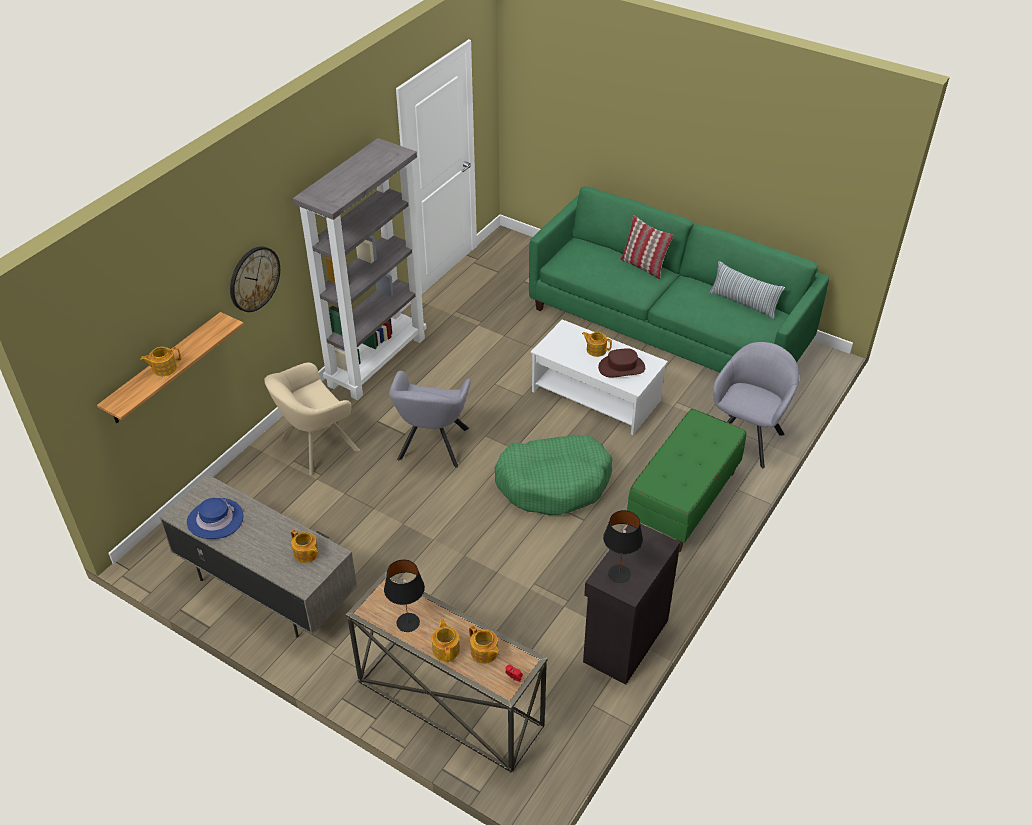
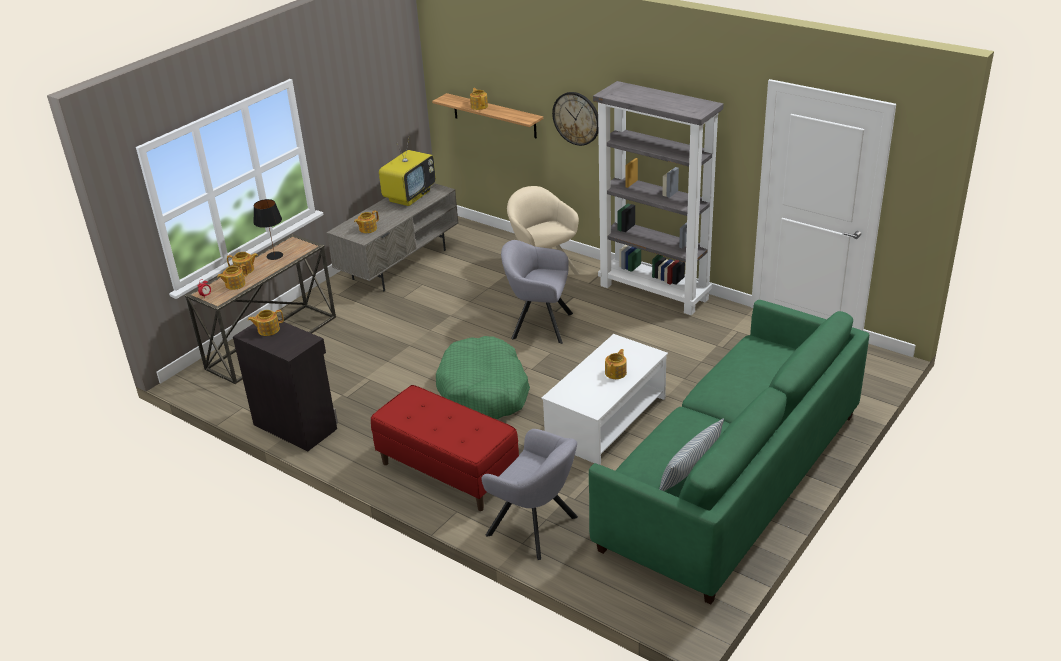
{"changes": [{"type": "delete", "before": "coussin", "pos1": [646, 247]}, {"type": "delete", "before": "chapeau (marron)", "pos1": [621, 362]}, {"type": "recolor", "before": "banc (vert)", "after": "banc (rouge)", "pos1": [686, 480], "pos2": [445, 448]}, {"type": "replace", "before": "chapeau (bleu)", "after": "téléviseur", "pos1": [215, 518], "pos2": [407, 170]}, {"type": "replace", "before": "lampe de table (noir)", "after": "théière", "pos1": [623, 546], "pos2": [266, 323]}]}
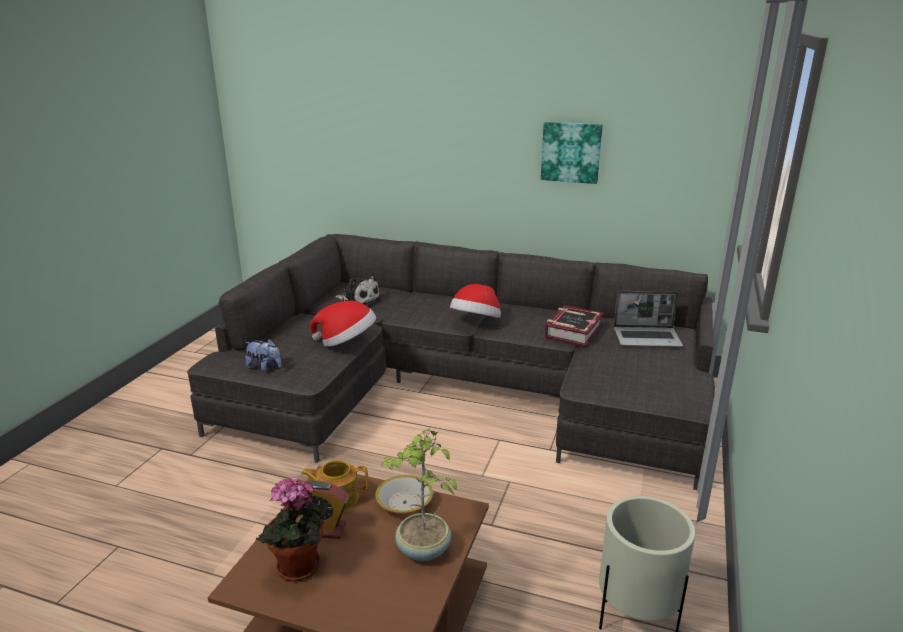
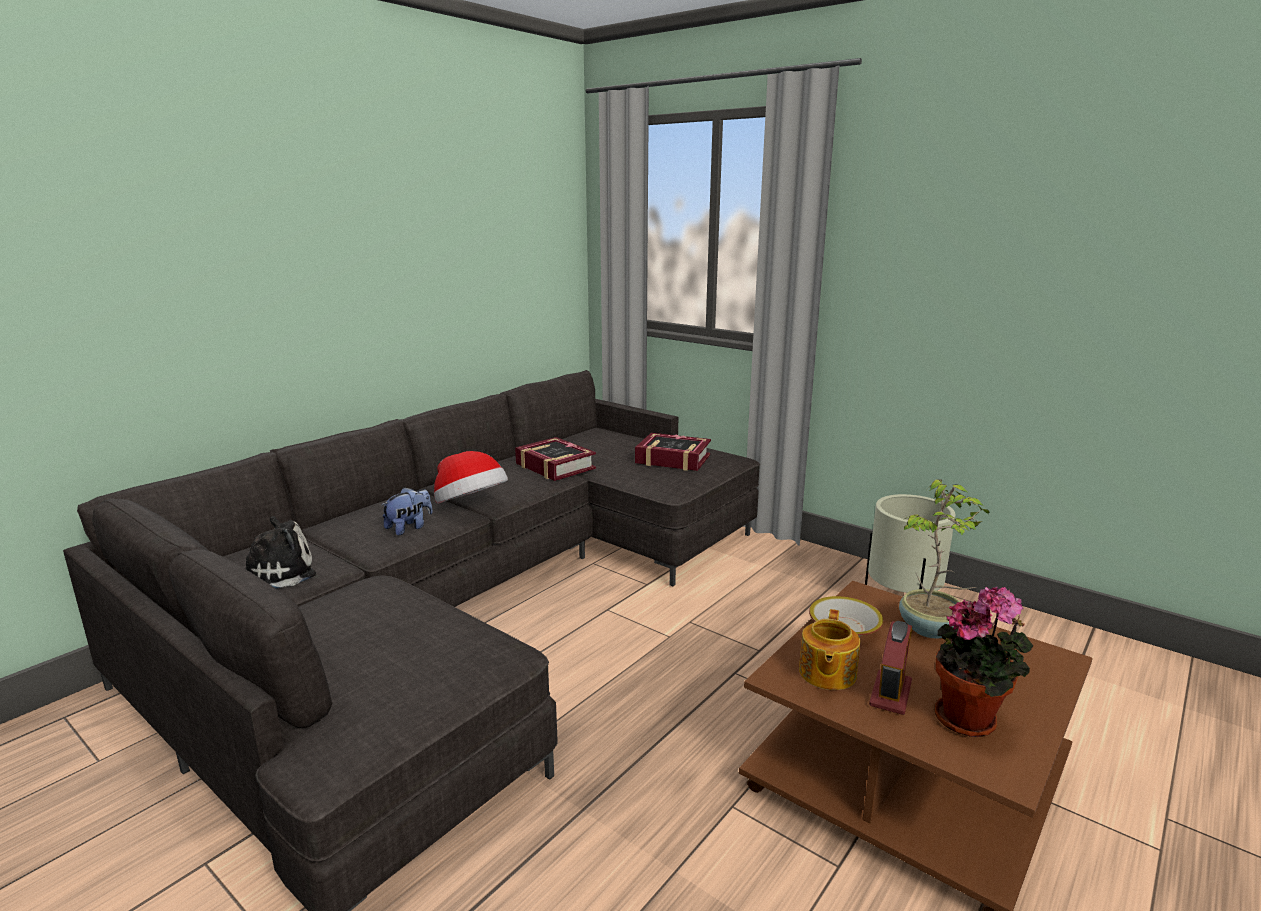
{"changes": [{"type": "delete", "before": "tableau", "pos1": [572, 153]}, {"type": "delete", "before": "ordinateur portable", "pos1": [648, 319]}, {"type": "delete", "before": "chapeau", "pos1": [343, 324]}, {"type": "move", "before": "peluche", "pos1": [263, 355], "pos2": [407, 511]}, {"type": "insert", "after": "livre", "pos2": [673, 452]}]}
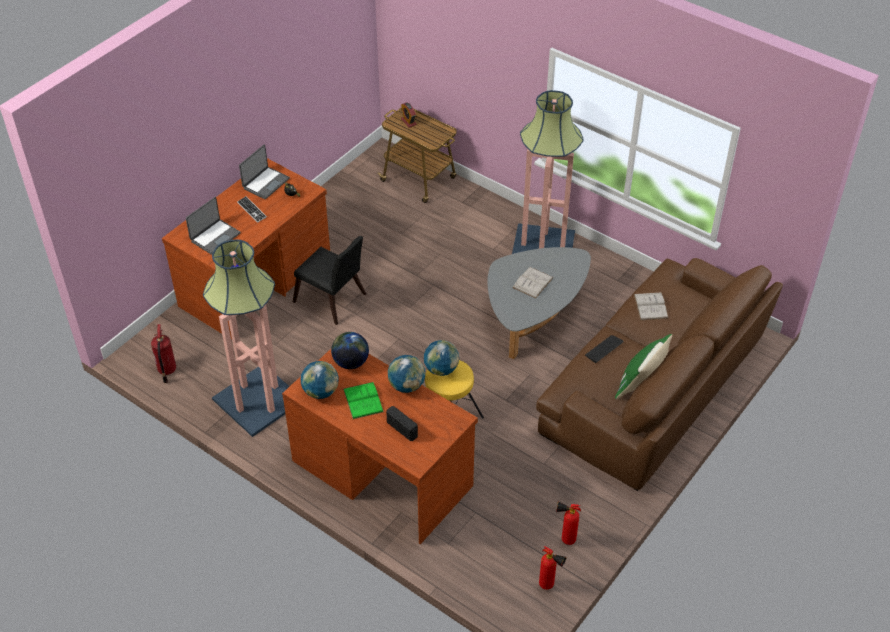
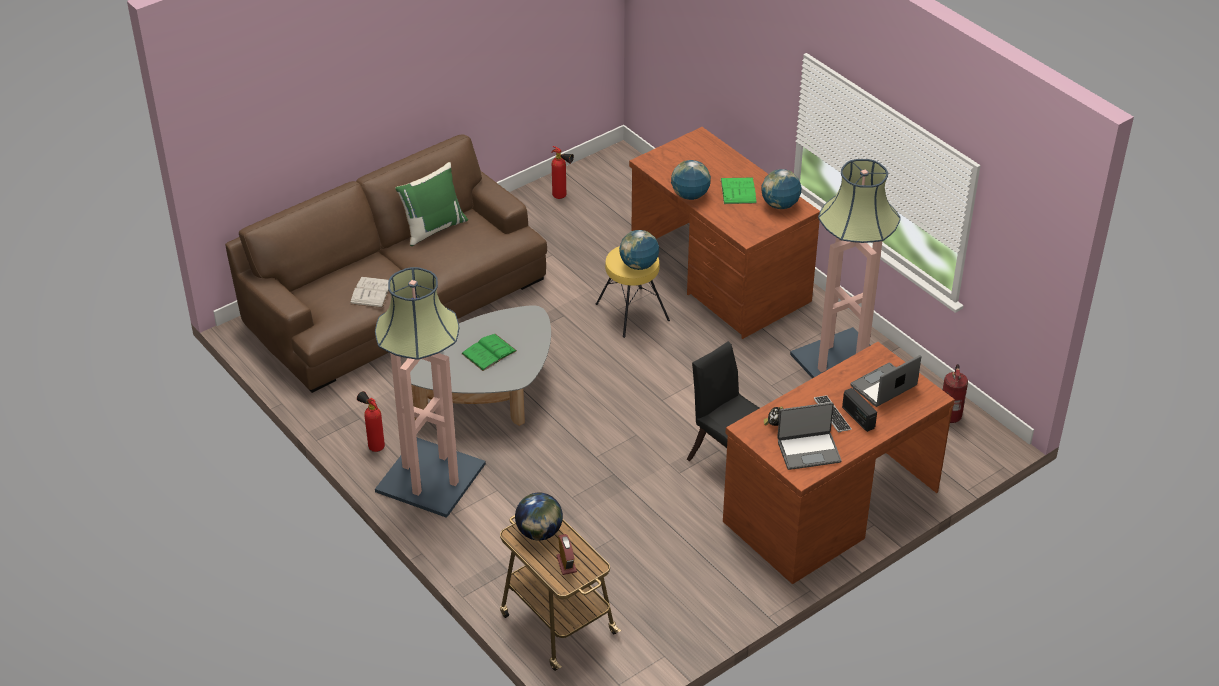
{"changes": [{"type": "rotate", "before": "ordinateur portable", "pos1": [264, 172], "pos2": [809, 436], "turn": -150}, {"type": "recolor", "before": "livre (blanc)", "after": "livre (vert)", "pos1": [533, 282], "pos2": [489, 352]}, {"type": "move", "before": "globe", "pos1": [350, 350], "pos2": [539, 516]}, {"type": "delete", "before": "clavier", "pos1": [604, 349]}, {"type": "move", "before": "radio", "pos1": [402, 423], "pos2": [859, 410]}, {"type": "move", "before": "extincteur", "pos1": [552, 568], "pos2": [371, 421]}]}
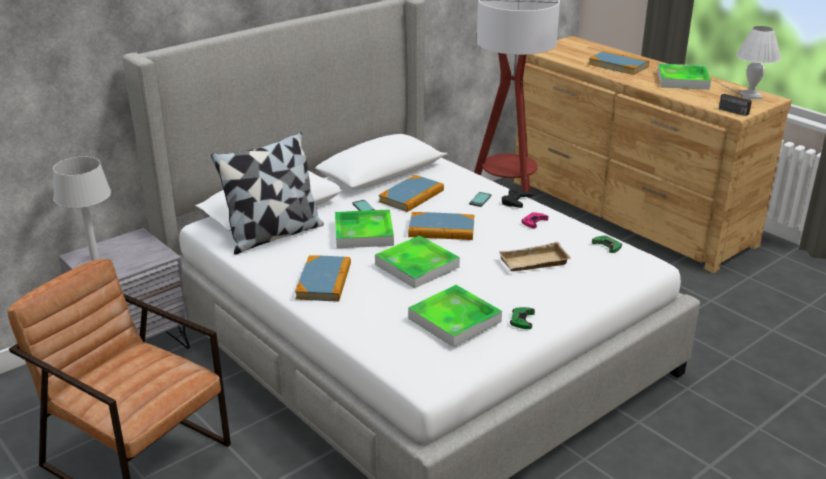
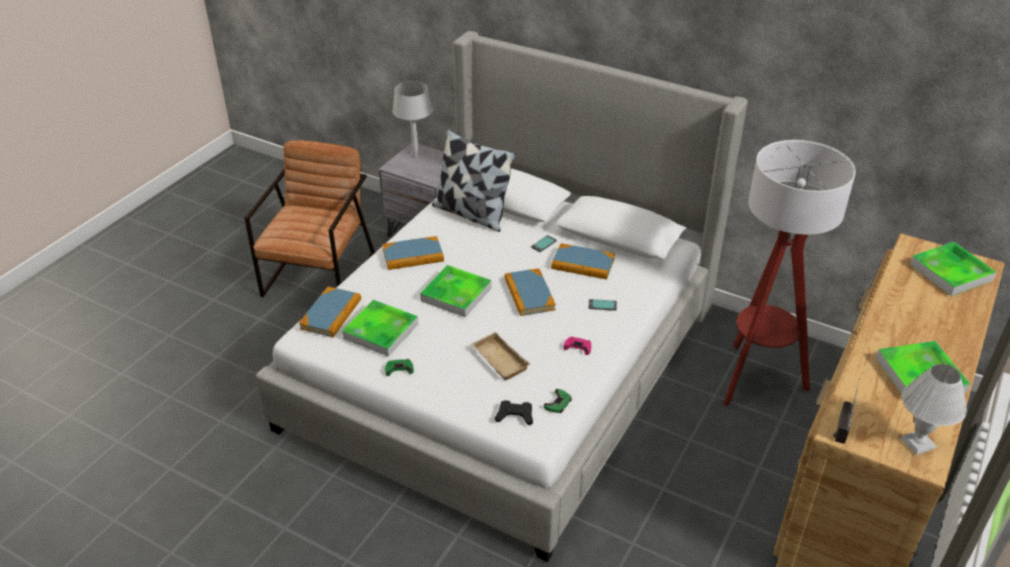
{"changes": [{"type": "move", "before": "livre", "pos1": [619, 63], "pos2": [330, 312]}, {"type": "move", "before": "manette (noir)", "pos1": [518, 198], "pos2": [514, 413]}, {"type": "move", "before": "plateau", "pos1": [364, 228], "pos2": [953, 269]}]}
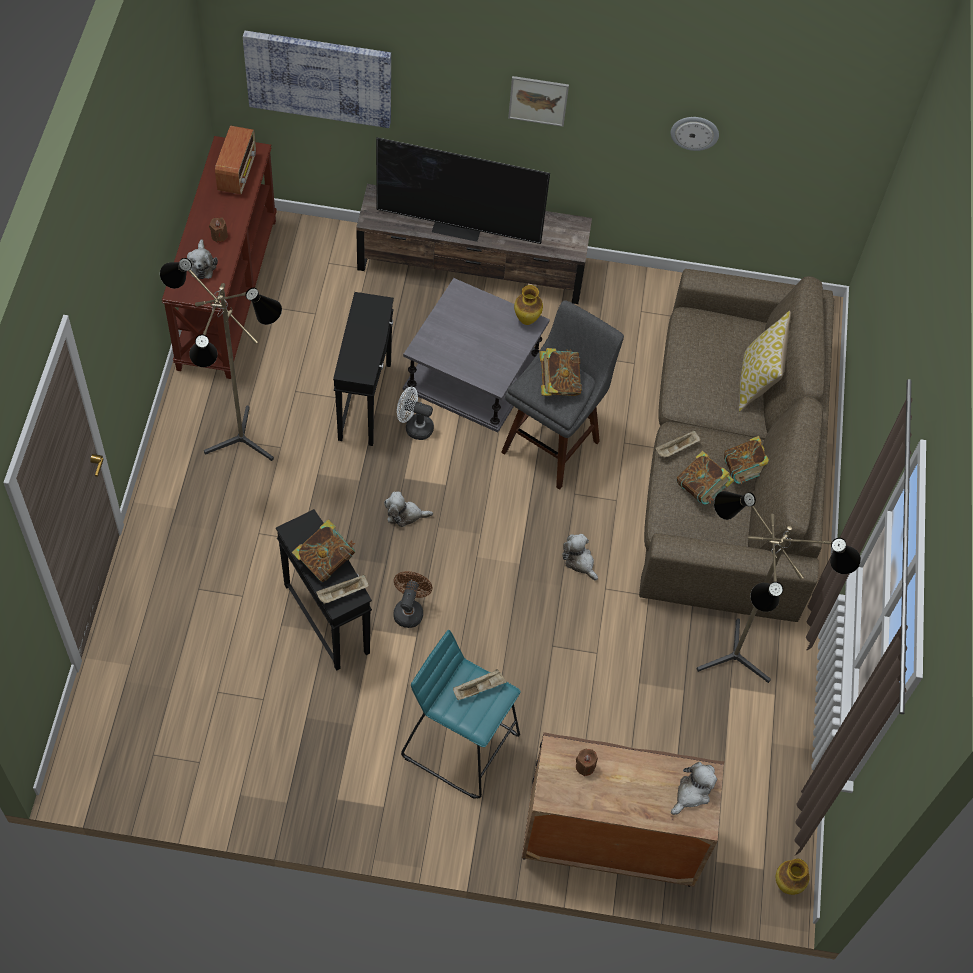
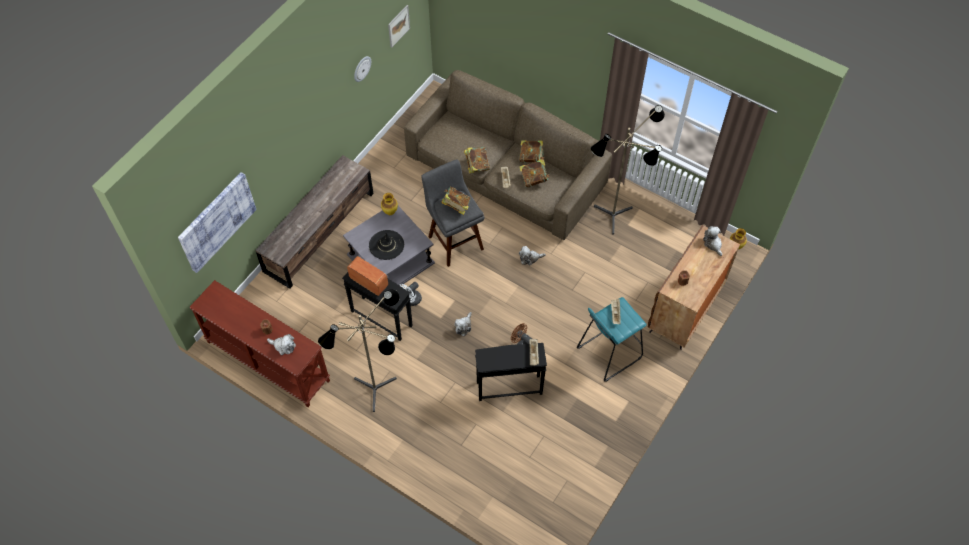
{"changes": [{"type": "move", "before": "tableau", "pos1": [538, 101], "pos2": [399, 26]}, {"type": "move", "before": "radio", "pos1": [235, 160], "pos2": [367, 276]}, {"type": "delete", "before": "téléviseur", "pos1": [463, 190]}, {"type": "delete", "before": "coussin", "pos1": [765, 361]}, {"type": "move", "before": "livre", "pos1": [324, 550], "pos2": [477, 160]}, {"type": "insert", "after": "chapeau (noir)", "pos2": [386, 245]}]}
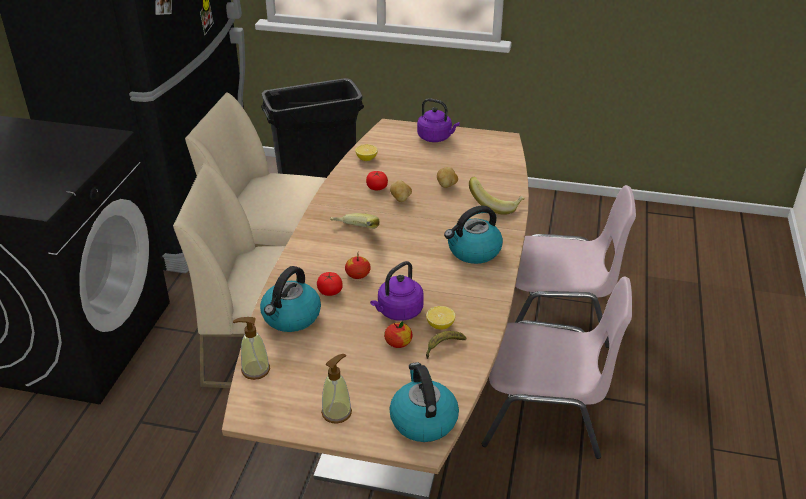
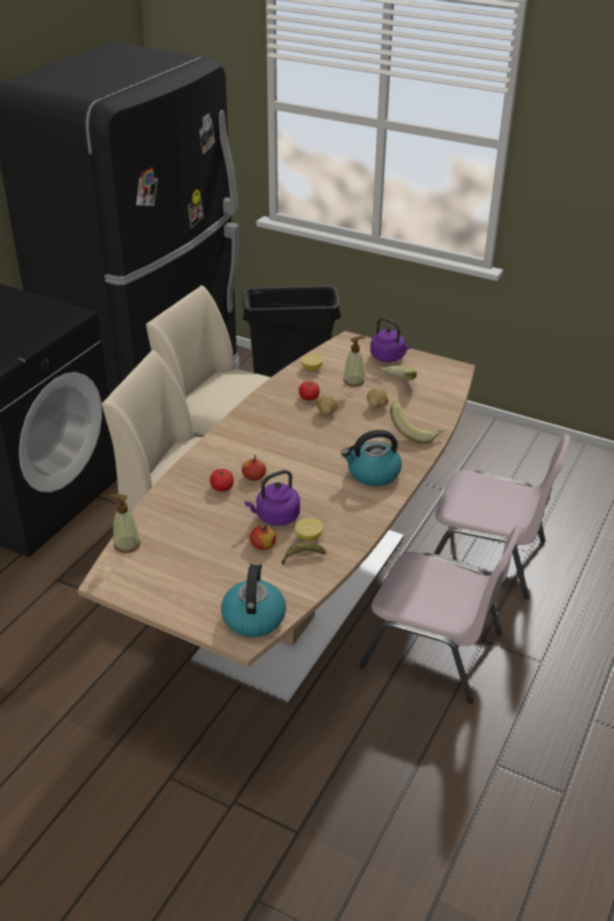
{"changes": [{"type": "move", "before": "banane", "pos1": [355, 221], "pos2": [396, 372]}, {"type": "delete", "before": "bouilloire", "pos1": [290, 299]}, {"type": "move", "before": "distributeur de savon", "pos1": [336, 389], "pos2": [355, 361]}]}
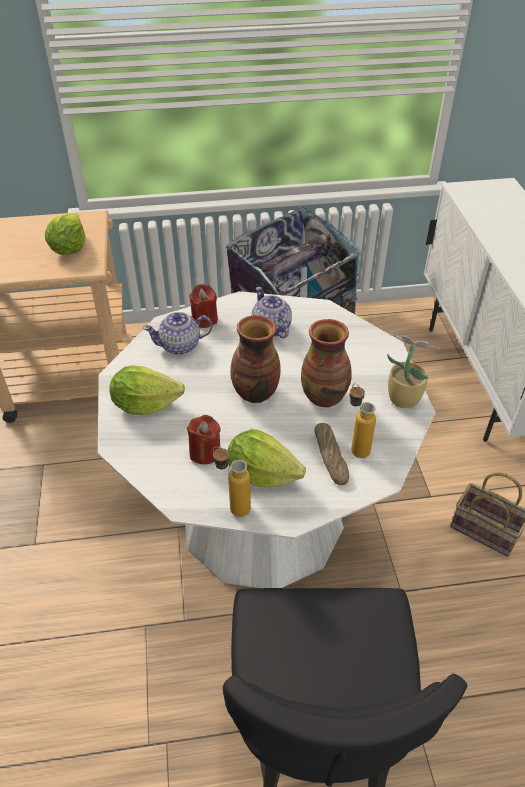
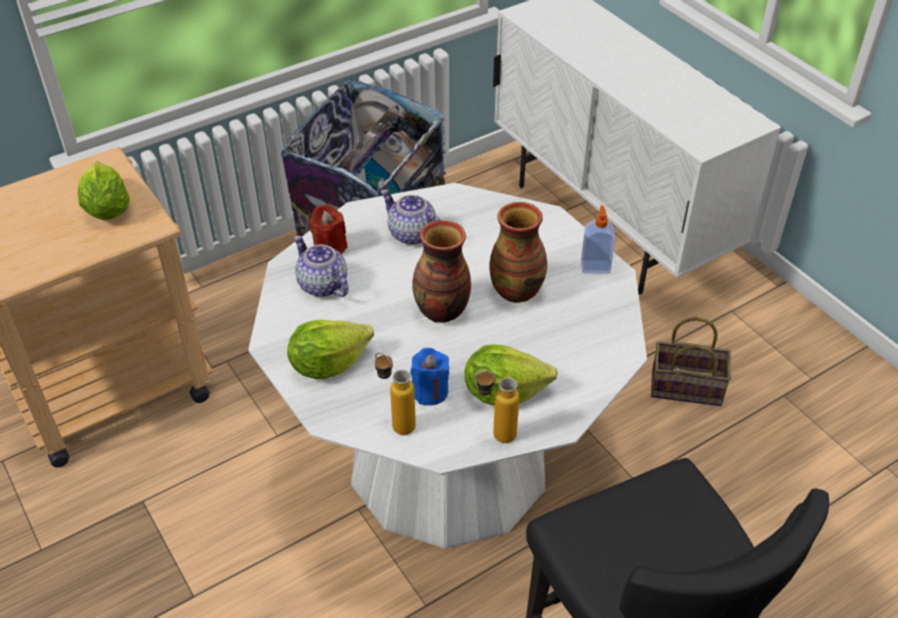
{"changes": [{"type": "rotate", "before": "théière", "pos1": [178, 333], "pos2": [321, 266], "turn": 90}, {"type": "replace", "before": "plante en pot", "after": "distributeur de savon", "pos1": [413, 371], "pos2": [598, 240]}, {"type": "move", "before": "bouteille", "pos1": [363, 420], "pos2": [395, 394]}, {"type": "recolor", "before": "bougie (rouge)", "after": "bougie (bleu)", "pos1": [204, 439], "pos2": [430, 376]}, {"type": "delete", "before": "pain", "pos1": [331, 454]}]}
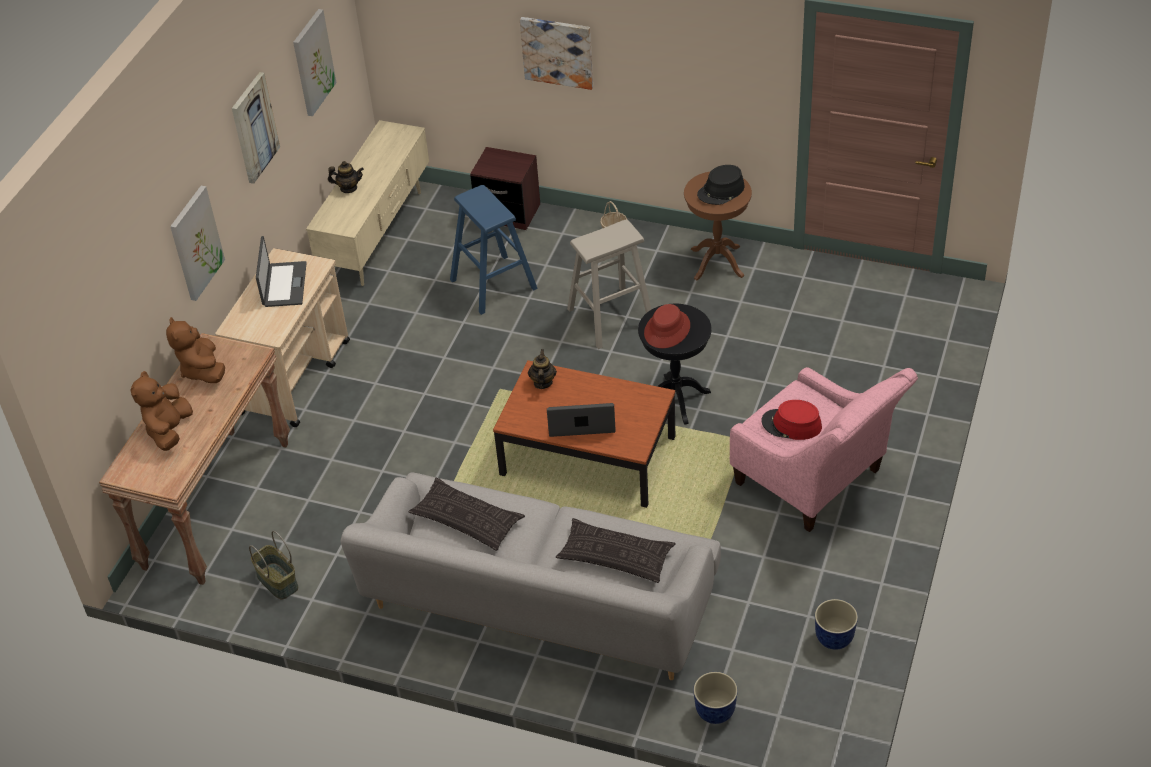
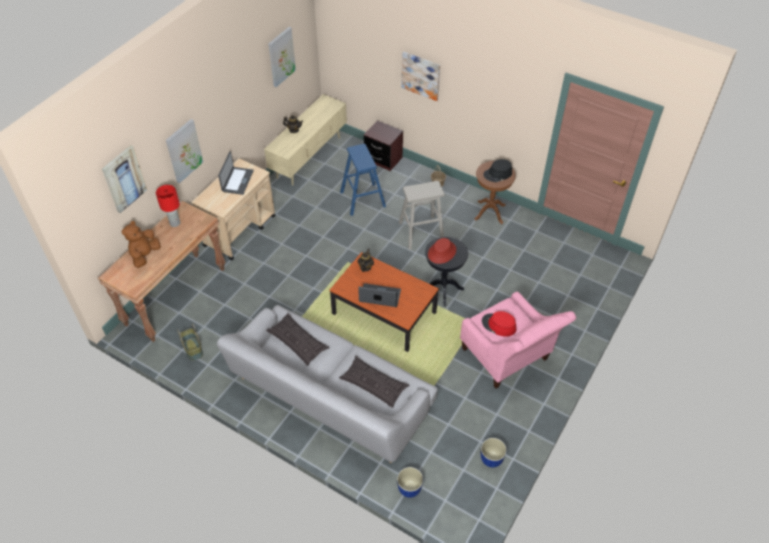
{"changes": [{"type": "move", "before": "tableau", "pos1": [256, 128], "pos2": [124, 179]}, {"type": "replace", "before": "peluche (marron)", "after": "lampe de table (rouge)", "pos1": [195, 350], "pos2": [168, 206]}]}
